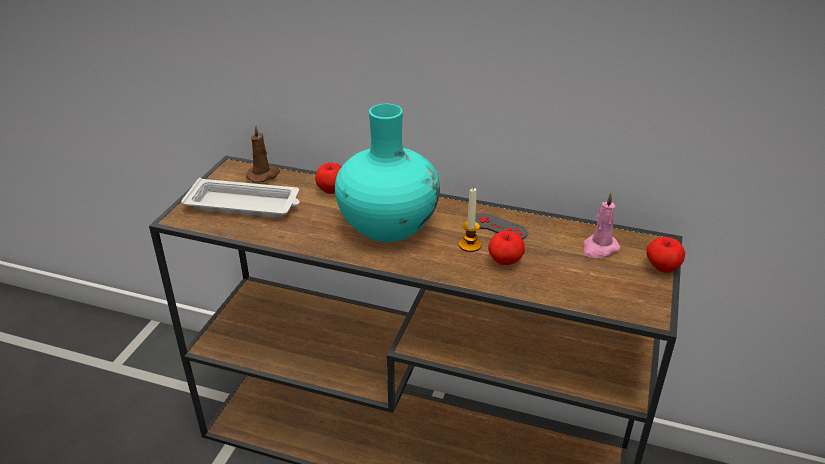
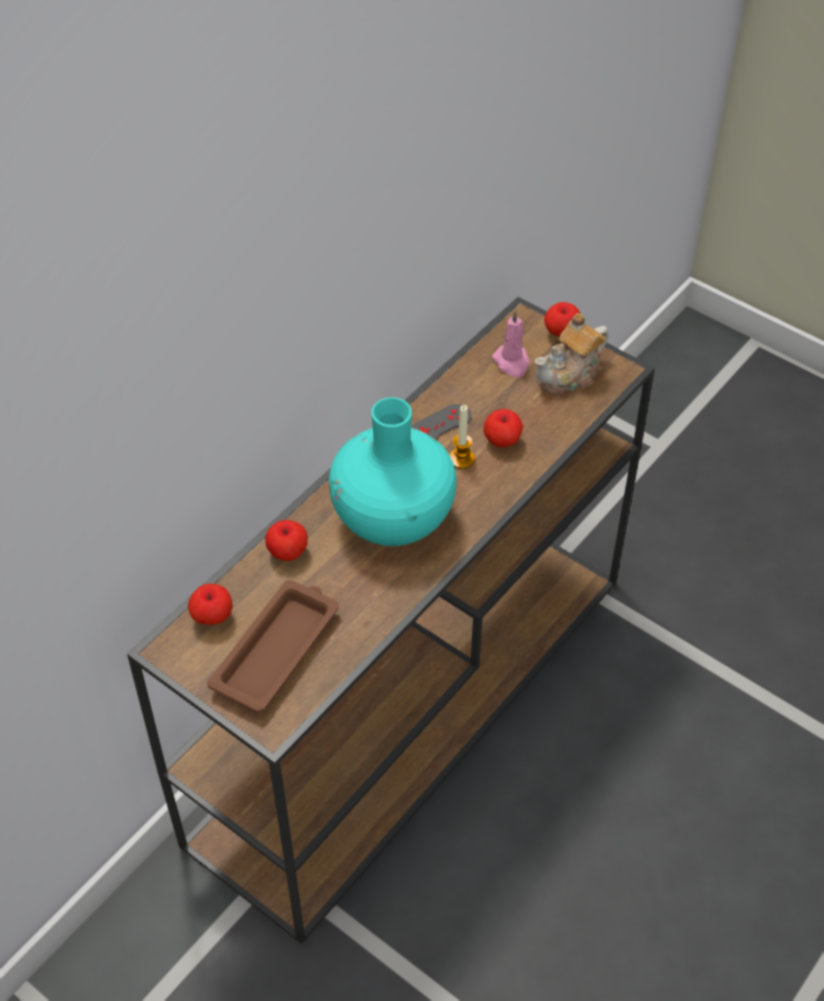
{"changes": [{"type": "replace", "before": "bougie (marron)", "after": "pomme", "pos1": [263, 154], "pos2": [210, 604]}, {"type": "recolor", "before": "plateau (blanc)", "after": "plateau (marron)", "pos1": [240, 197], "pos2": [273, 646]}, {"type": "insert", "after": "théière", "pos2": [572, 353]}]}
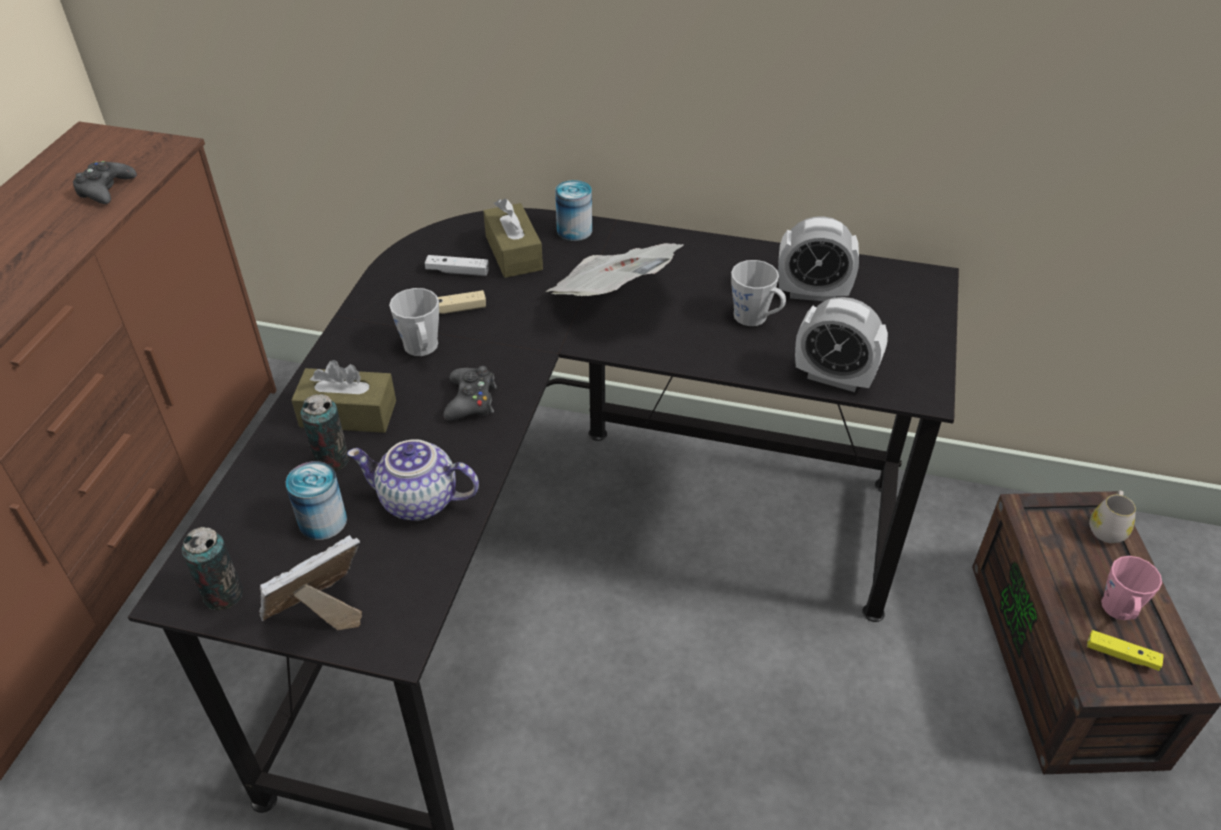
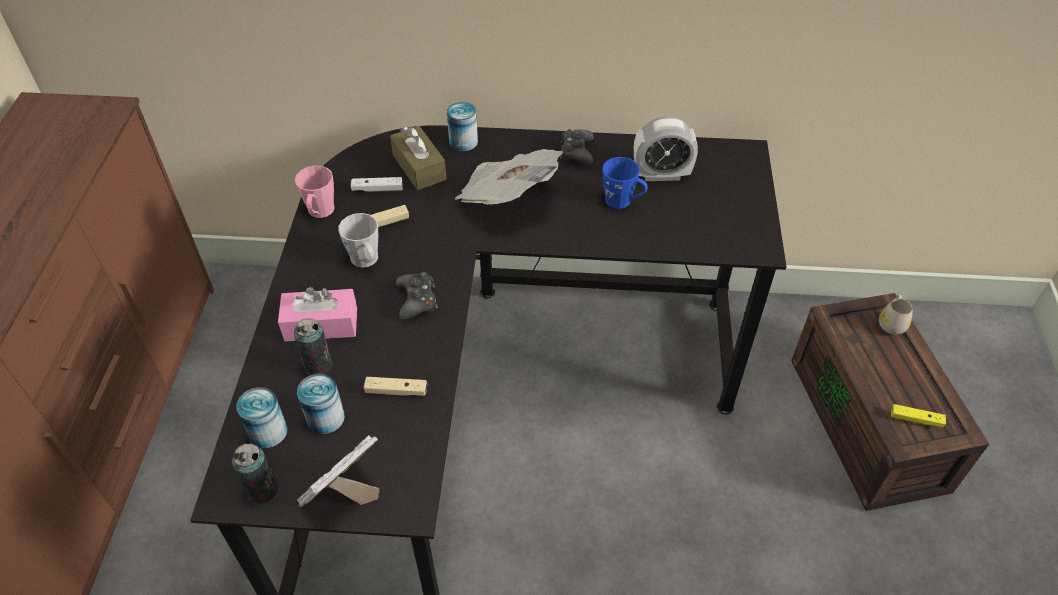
{"changes": [{"type": "move", "before": "manette (noir)", "pos1": [105, 182], "pos2": [577, 147]}, {"type": "recolor", "before": "mug (gris)", "after": "mug (bleu)", "pos1": [758, 293], "pos2": [625, 183]}, {"type": "delete", "before": "réveil", "pos1": [841, 344]}, {"type": "recolor", "before": "boîte à mouchoirs (marron)", "after": "boîte à mouchoirs (rose)", "pos1": [343, 396], "pos2": [317, 314]}, {"type": "replace", "before": "théière", "after": "manette (beige)", "pos1": [413, 480], "pos2": [395, 386]}, {"type": "move", "before": "mug (rose)", "pos1": [1131, 588], "pos2": [315, 192]}, {"type": "insert", "after": "boîte métallique", "pos2": [262, 417]}]}
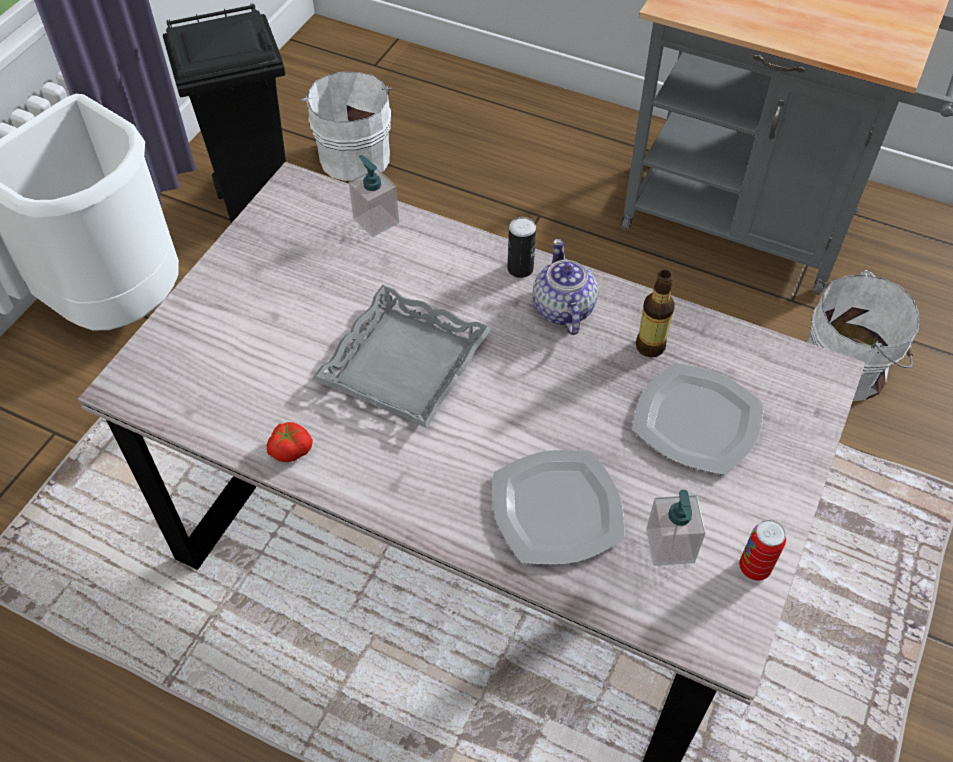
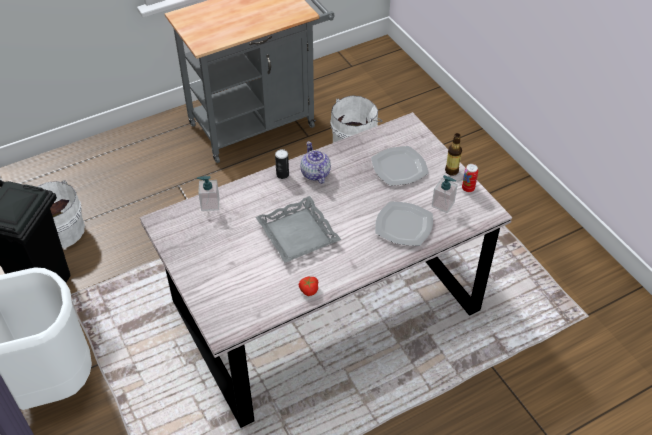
{"changes": [{"type": "rotate", "before": "théière", "pos1": [565, 287], "pos2": [315, 162], "turn": 45}, {"type": "move", "before": "bouteille", "pos1": [655, 313], "pos2": [453, 154]}]}
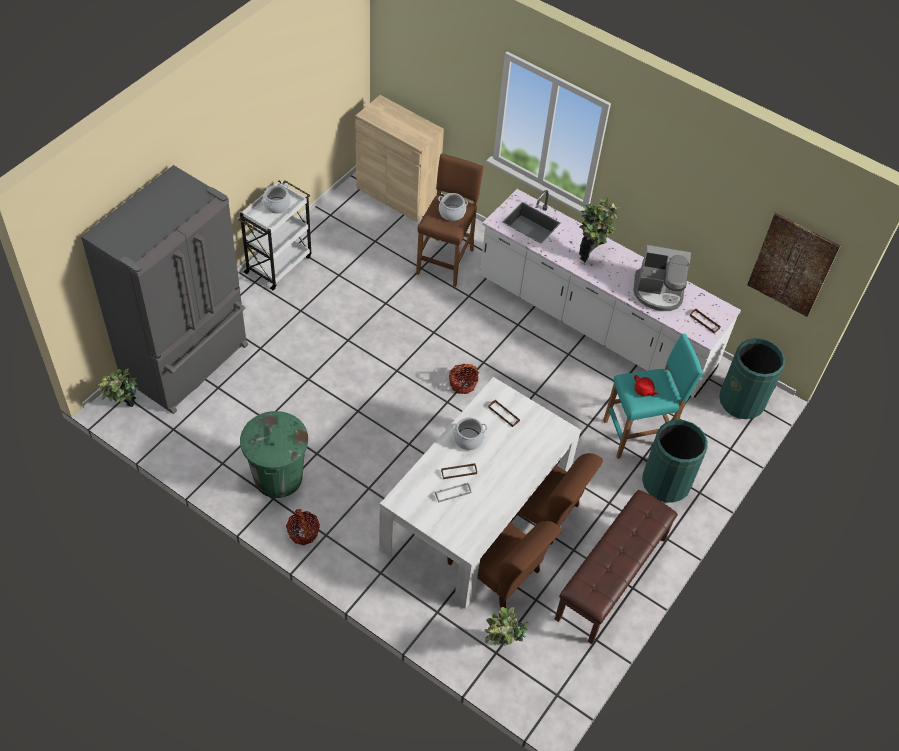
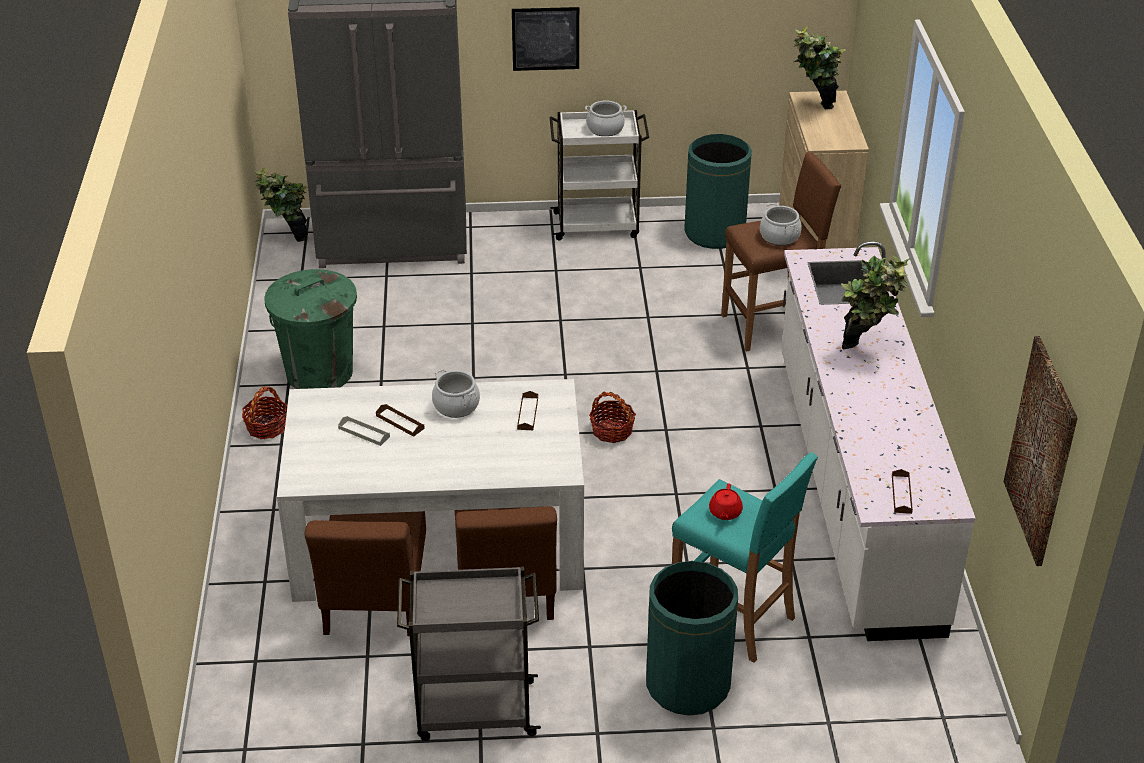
{"changes": [{"type": "delete", "before": "machine à café", "pos1": [662, 278]}, {"type": "move", "before": "poubelle (vert)", "pos1": [752, 378], "pos2": [718, 191]}, {"type": "replace", "before": "banc (marron)", "after": "chariot (gris)", "pos1": [616, 567], "pos2": [469, 654]}, {"type": "move", "before": "plante en pot", "pos1": [507, 626], "pos2": [820, 67]}, {"type": "insert", "after": "tableau", "pos2": [545, 39]}]}
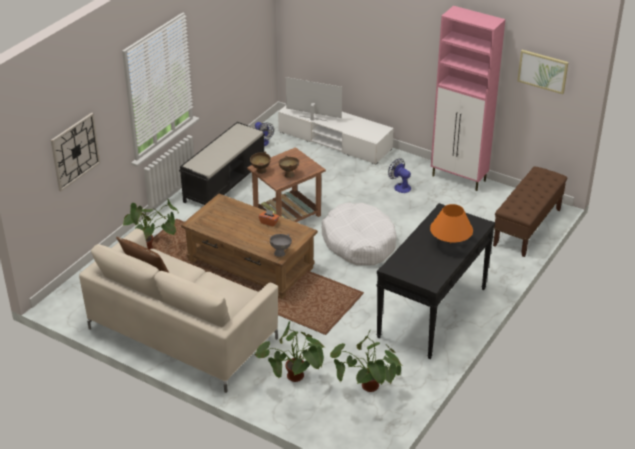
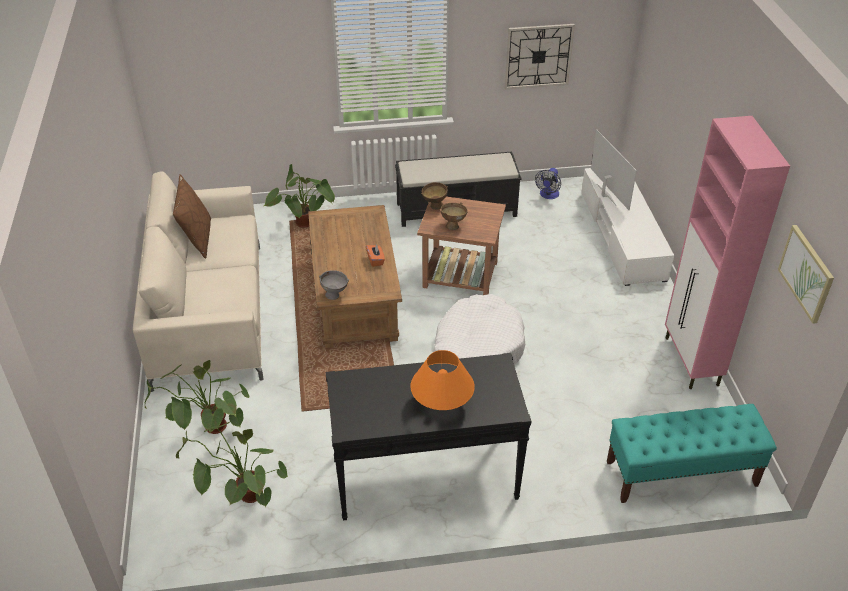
{"changes": [{"type": "move", "before": "horloge murale", "pos1": [75, 152], "pos2": [540, 56]}, {"type": "delete", "before": "ventilateur", "pos1": [399, 175]}, {"type": "recolor", "before": "banc (marron)", "after": "banc (turquoise)", "pos1": [530, 211], "pos2": [692, 453]}]}
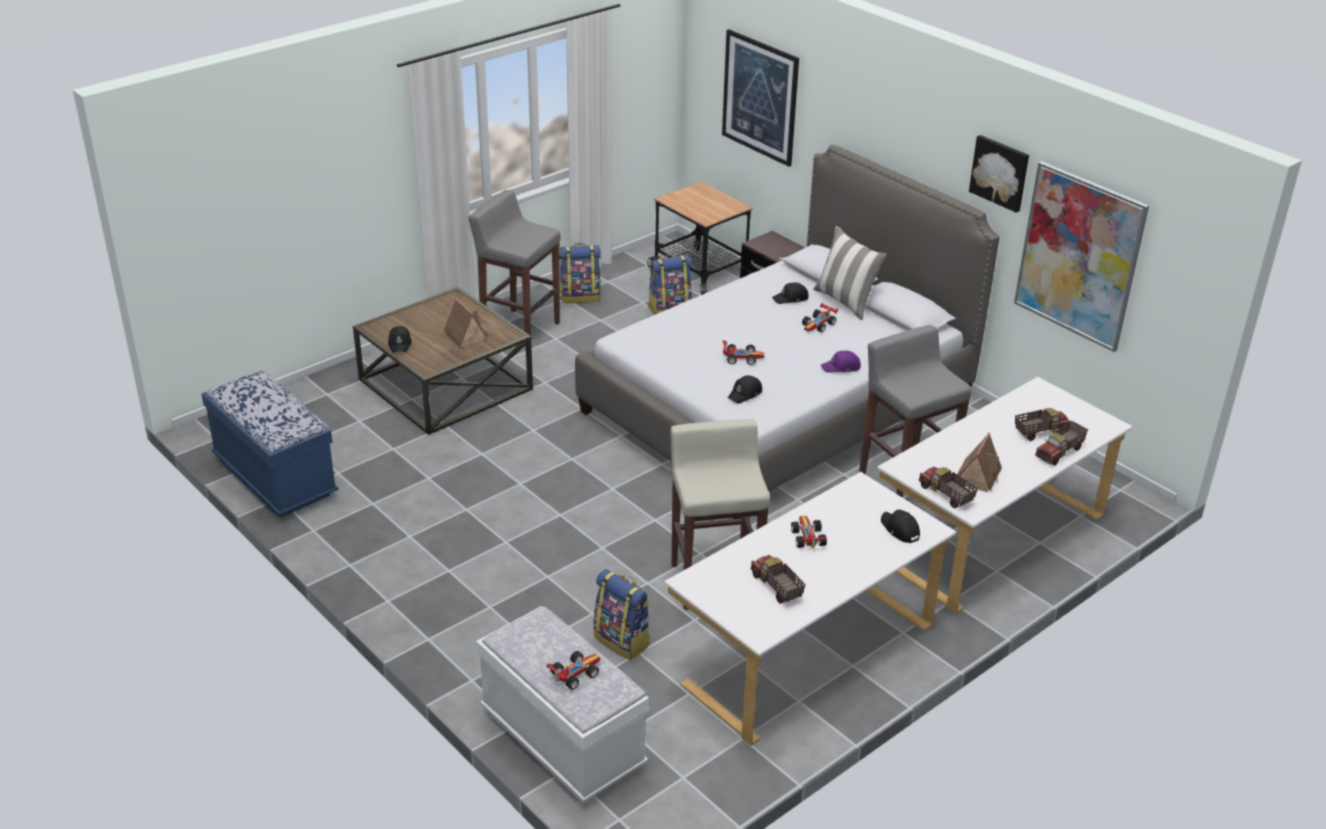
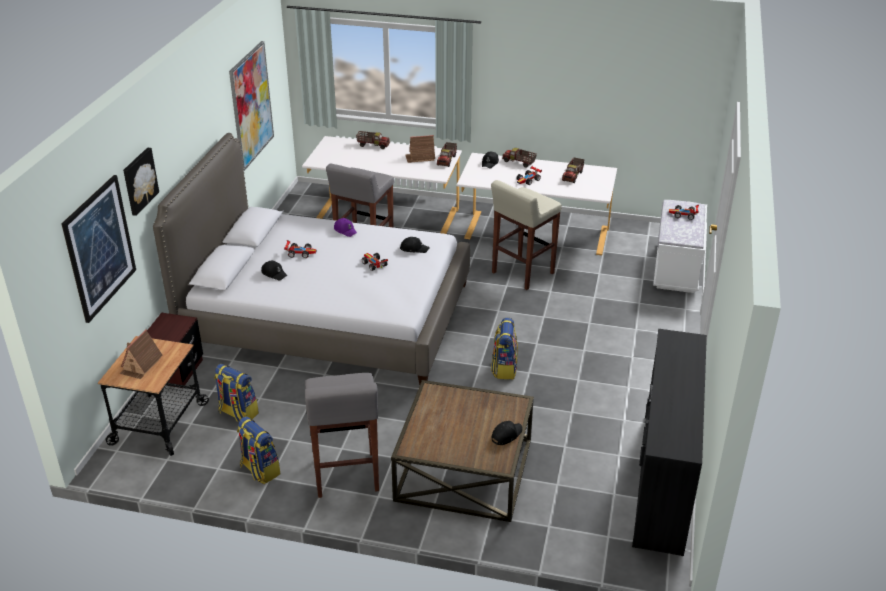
{"changes": [{"type": "move", "before": "tableau", "pos1": [999, 174], "pos2": [141, 182]}, {"type": "delete", "before": "coussin", "pos1": [850, 273]}, {"type": "move", "before": "maison miniature", "pos1": [465, 323], "pos2": [141, 354]}, {"type": "replace", "before": "banc (bleu)", "after": "commode (noir)", "pos1": [270, 444], "pos2": [669, 442]}, {"type": "move", "before": "camion jouet", "pos1": [1043, 424], "pos2": [519, 158]}, {"type": "move", "before": "sac à dos", "pos1": [622, 614], "pos2": [504, 348]}]}
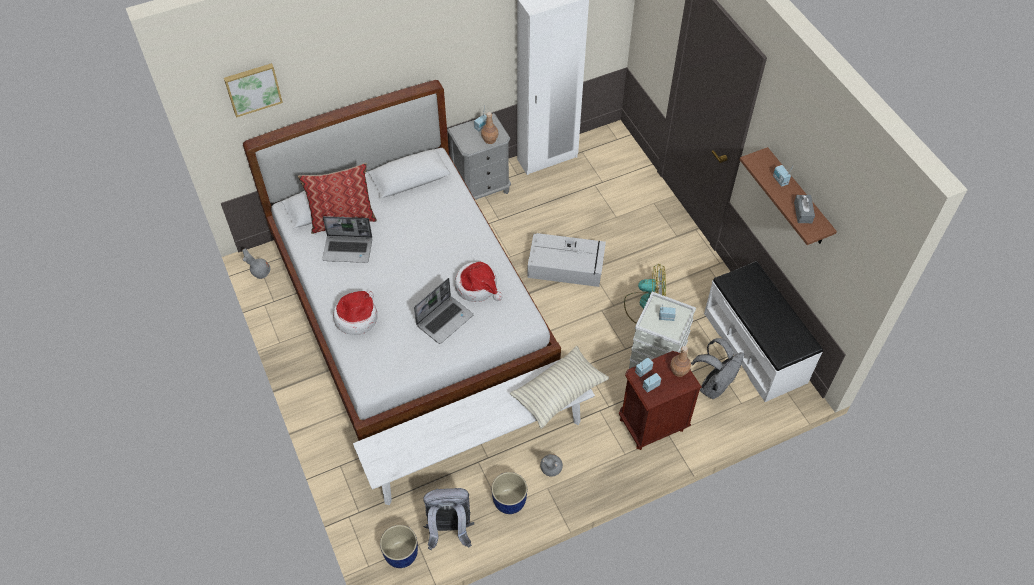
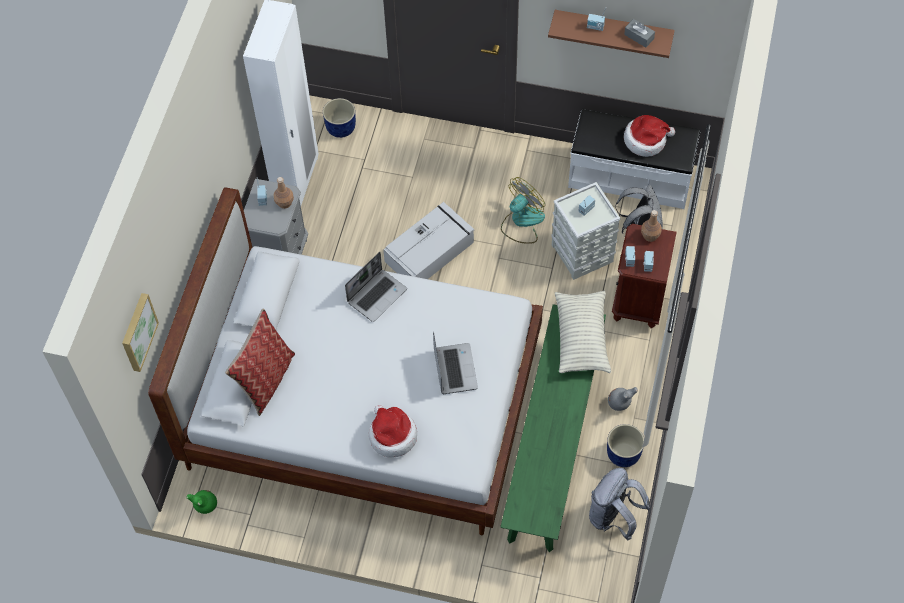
{"changes": [{"type": "move", "before": "ordinateur portable", "pos1": [347, 239], "pos2": [376, 287]}, {"type": "recolor", "before": "vase (gris)", "after": "vase (vert)", "pos1": [256, 264], "pos2": [202, 502]}, {"type": "move", "before": "chapeau", "pos1": [478, 282], "pos2": [649, 136]}, {"type": "recolor", "before": "banc (blanc)", "after": "banc (vert)", "pos1": [474, 431], "pos2": [553, 428]}, {"type": "move", "before": "cache-pot (bleu)", "pos1": [399, 546], "pos2": [339, 118]}]}
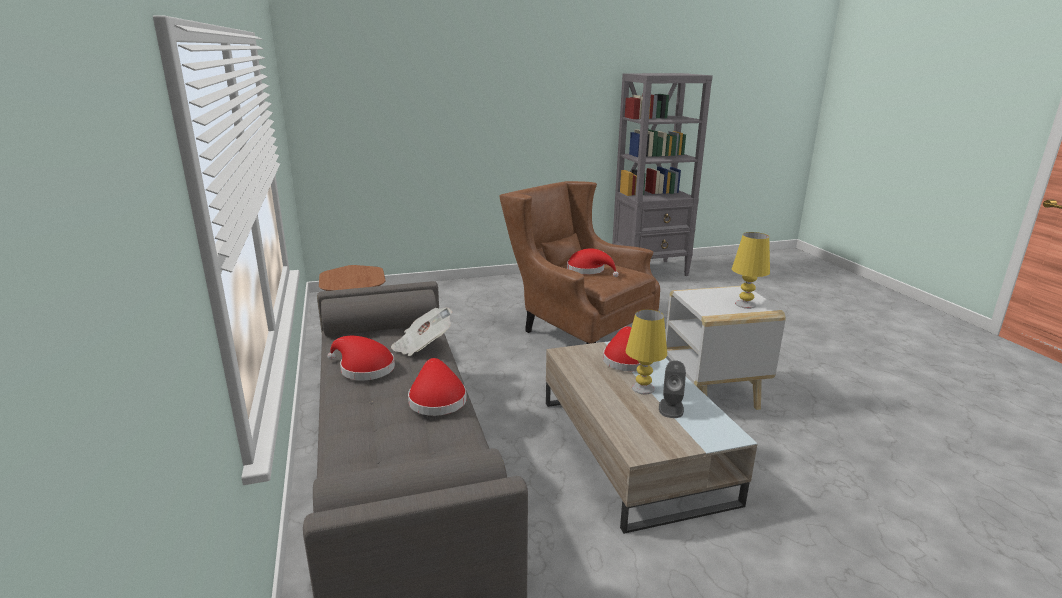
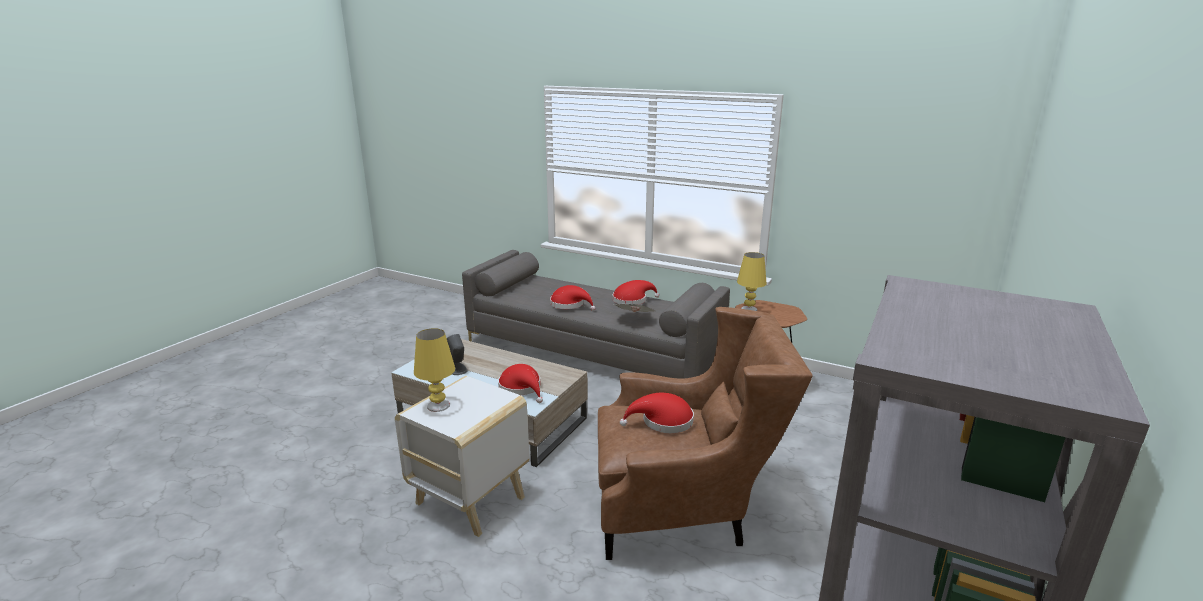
{"changes": [{"type": "move", "before": "lampe de table (jaune)", "pos1": [646, 351], "pos2": [752, 281]}]}
